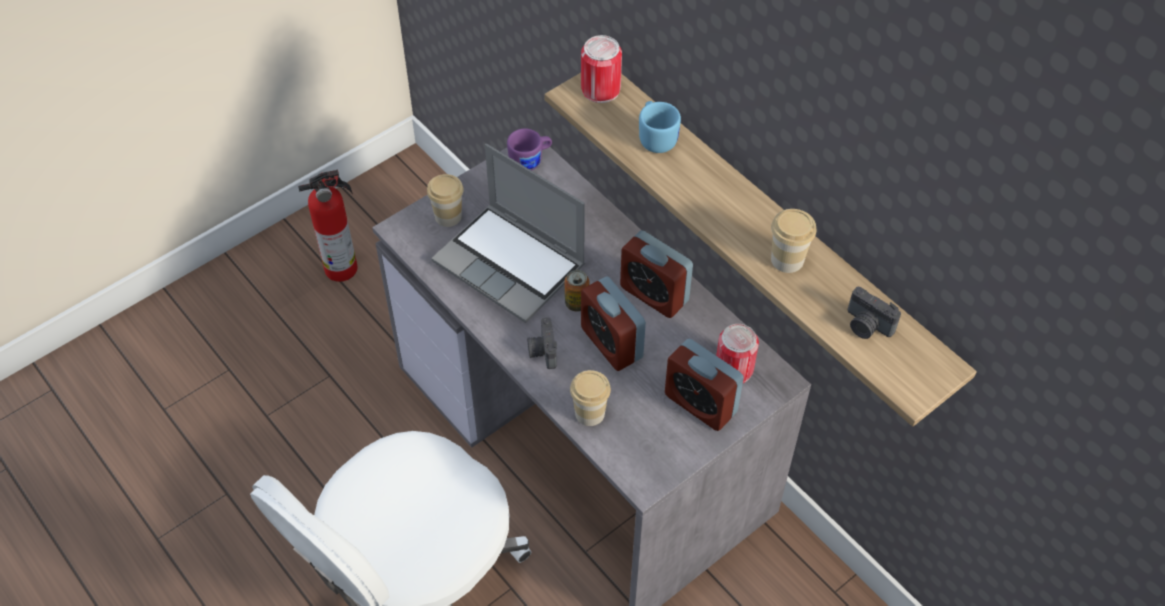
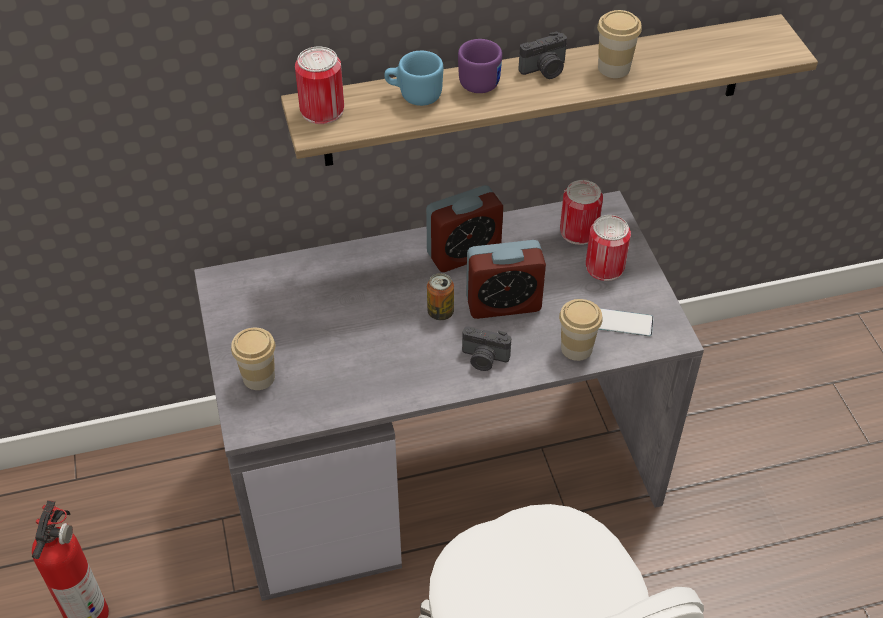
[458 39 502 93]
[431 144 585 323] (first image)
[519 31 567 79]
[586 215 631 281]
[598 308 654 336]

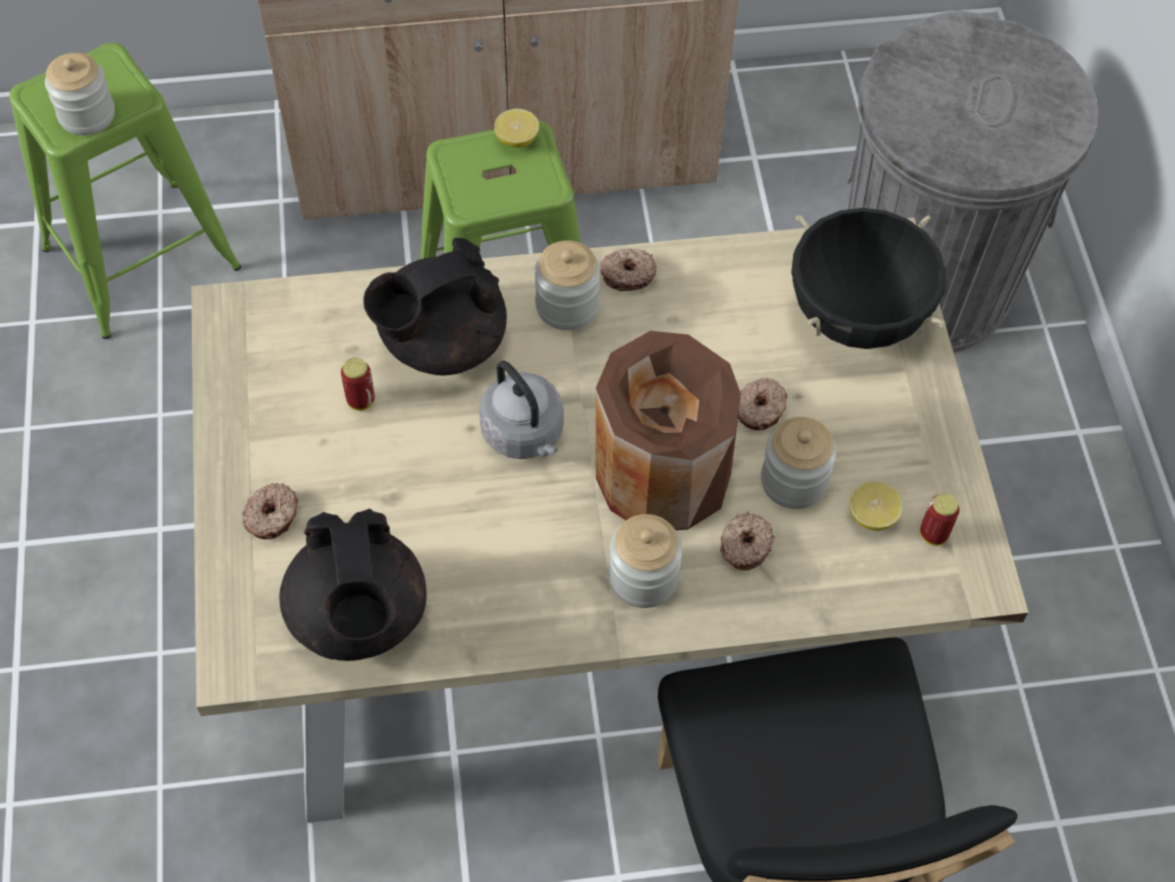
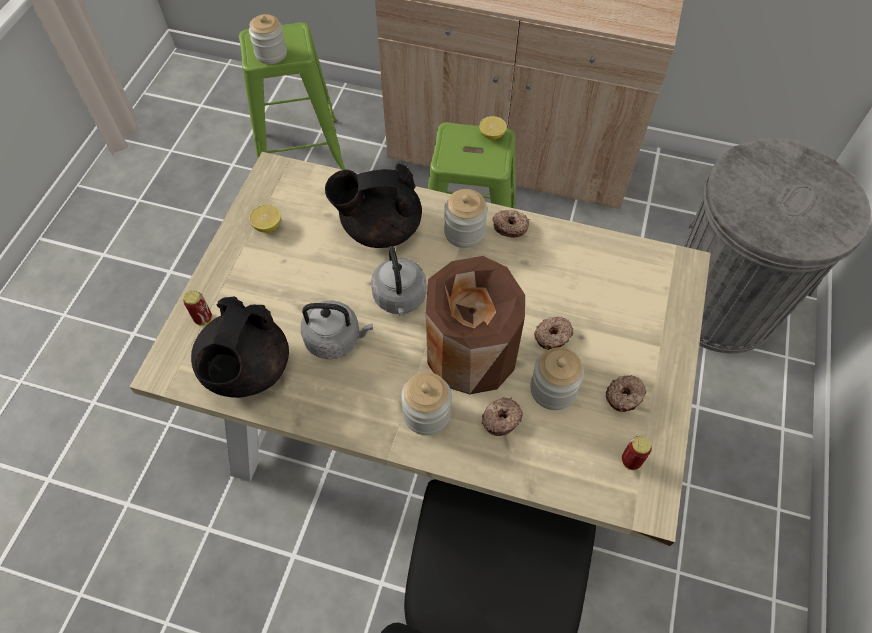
[791 208 946 349] (first image)
[183 290 212 326]
[249 204 281 233]
[606 375 646 412]
[301 300 373 359]

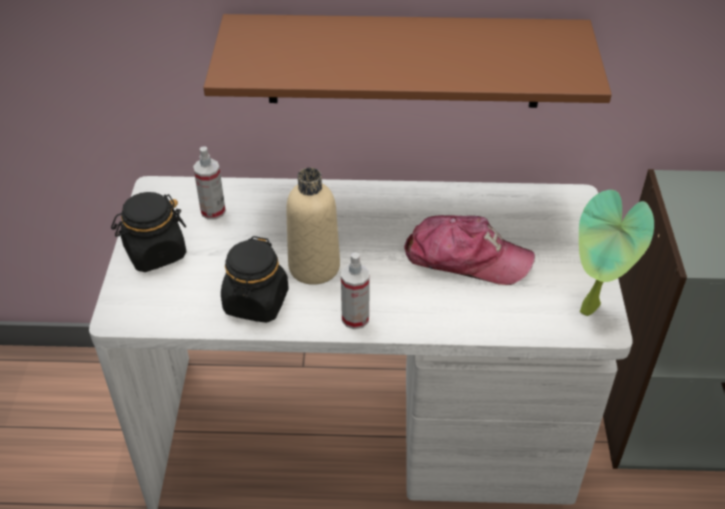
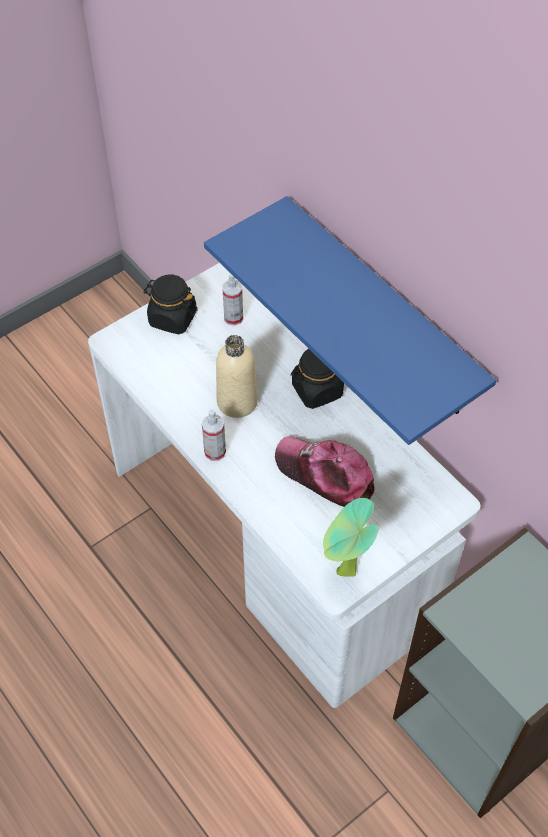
[204 196 496 445]
[275 436 375 507]
[291 349 344 409]

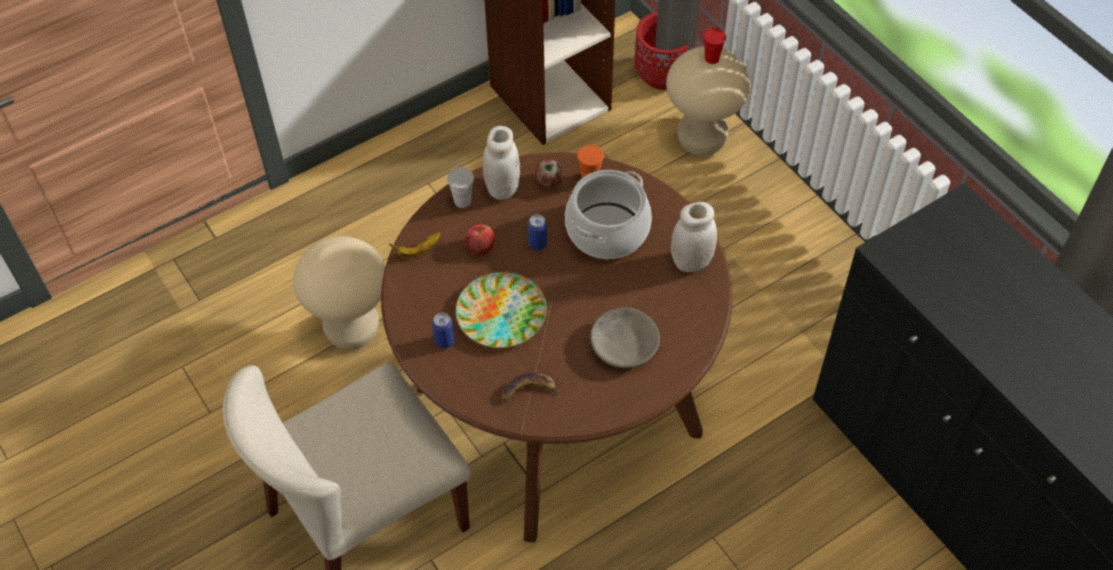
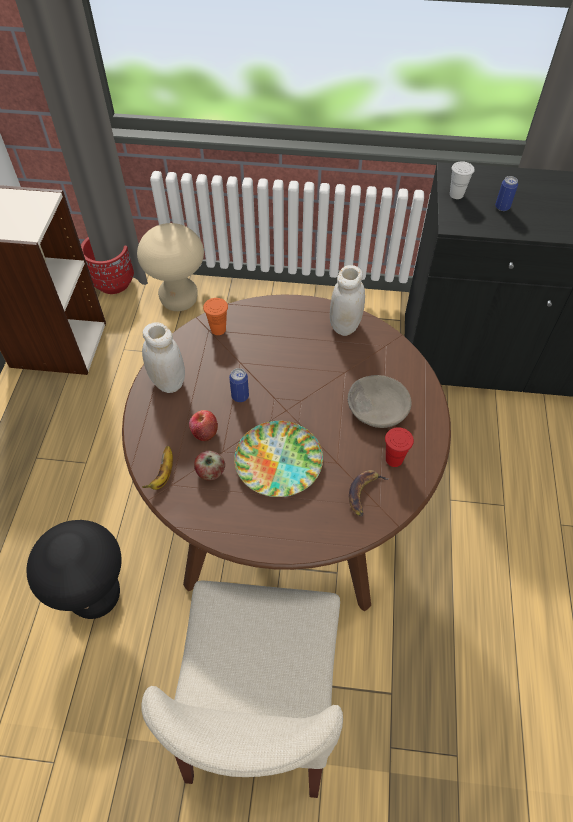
[385 427 414 467]
[194 451 225 481]
[450 161 475 199]
[565 170 652 259] (first image)
[26 520 122 619]
[495 176 518 211]

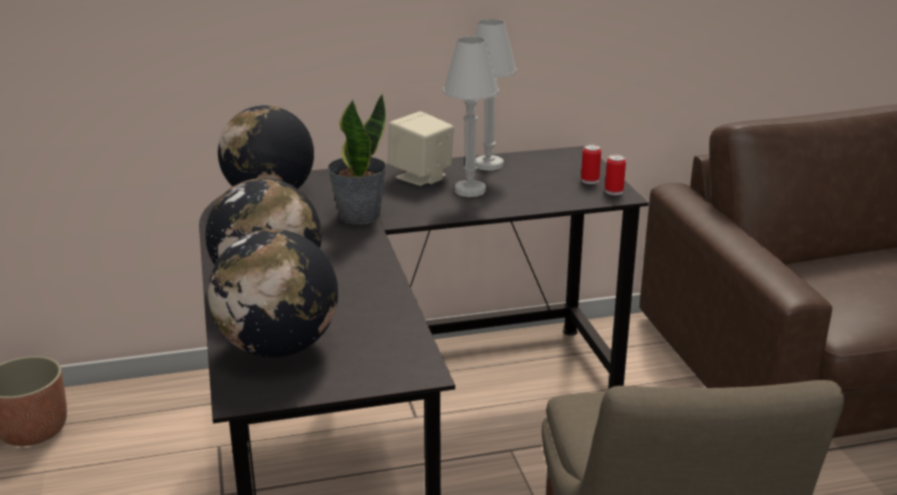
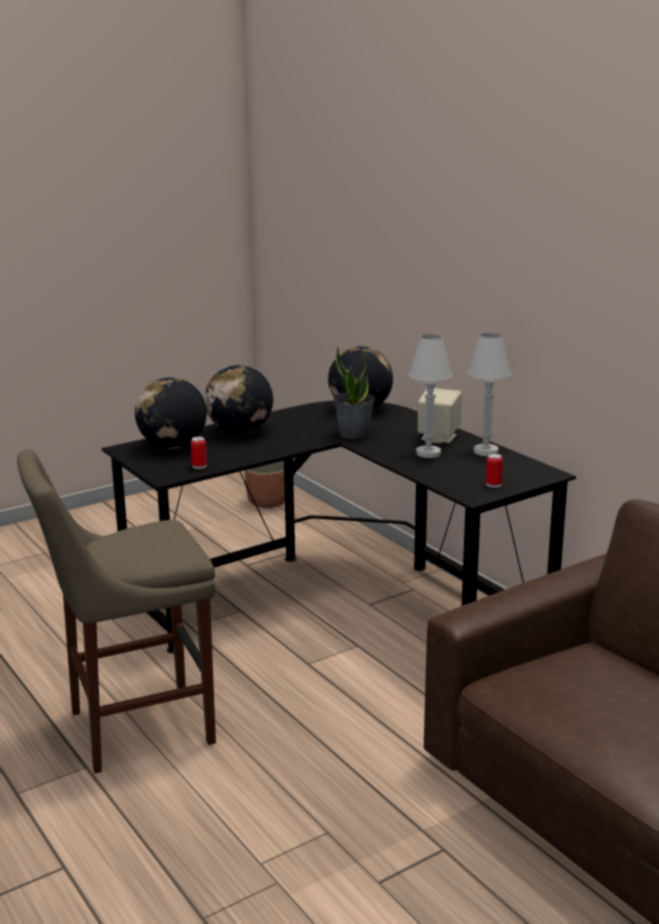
[191 437 207 469]

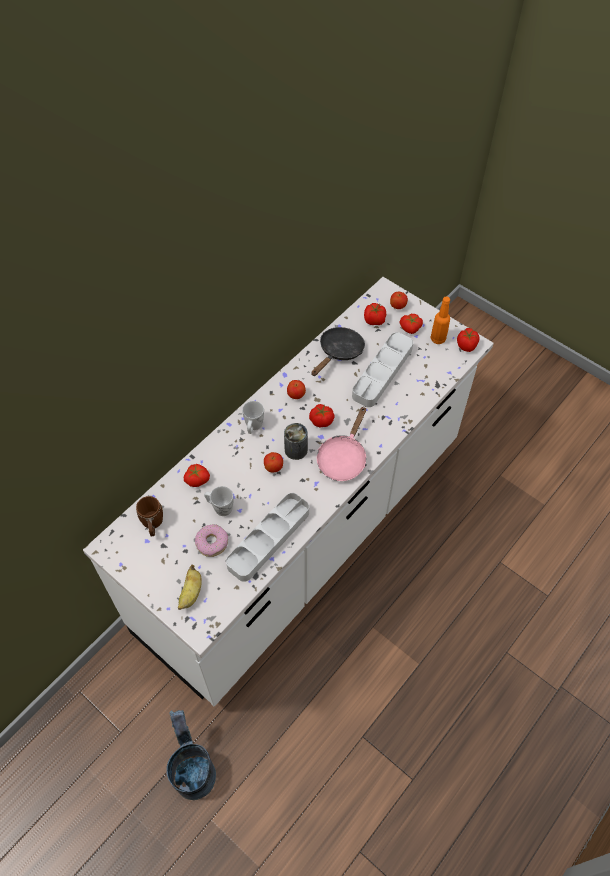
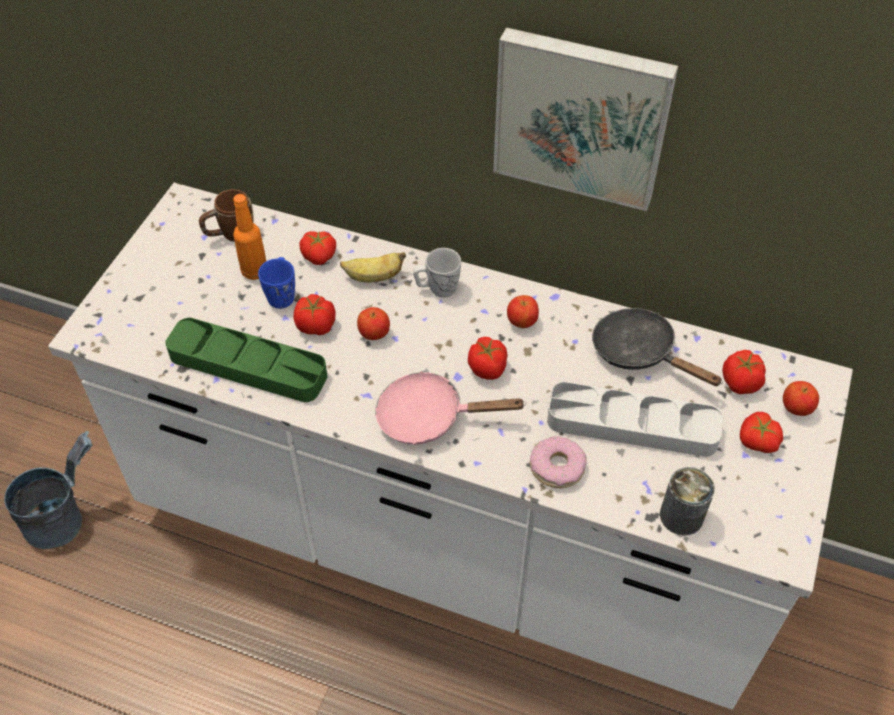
[233 194 266 280]
[592 308 723 386]
[294 294 336 335]
[660 467 715 536]
[258 257 295 309]
[165 318 327 402]
[530 436 587 488]
[340 252 406 282]
[493 27 678 211]

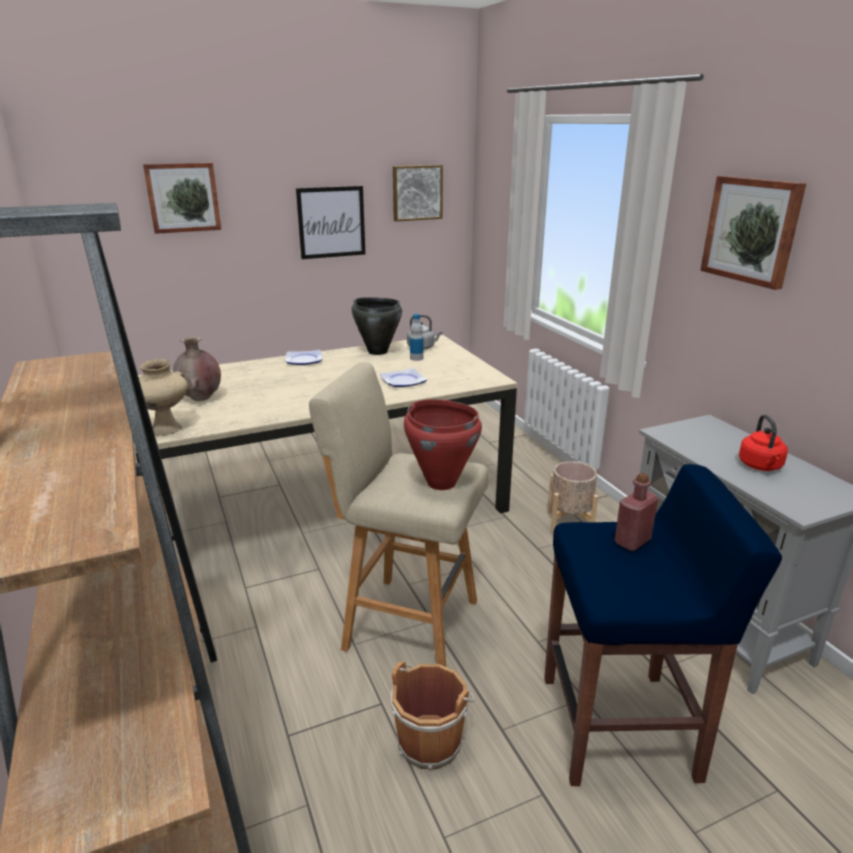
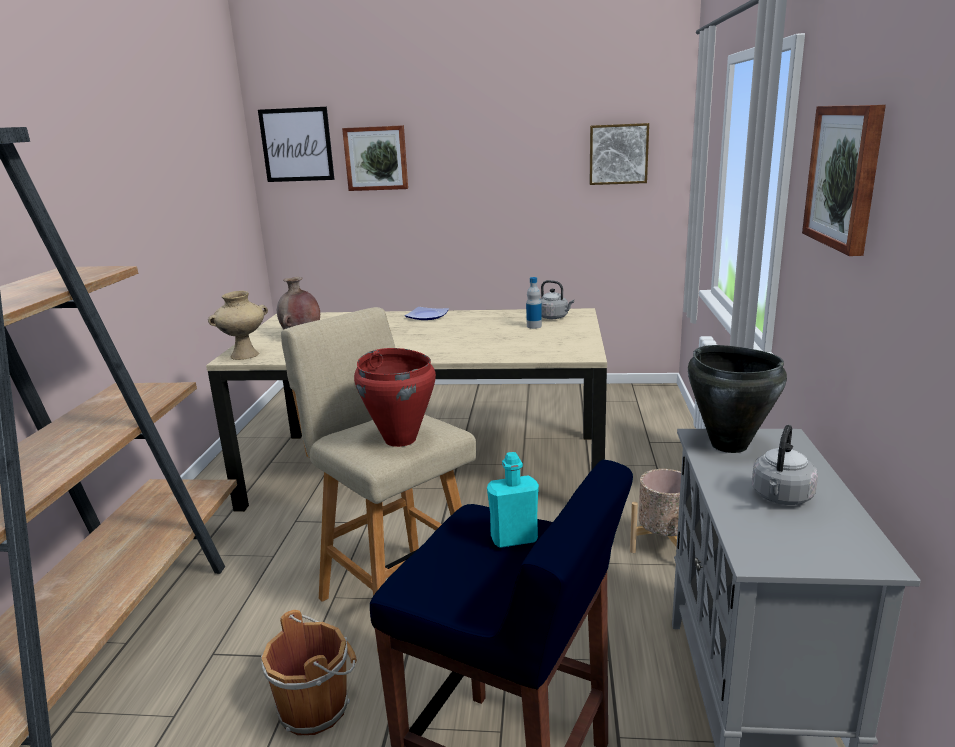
[258 107 335 182]
[688 345 787 453]
[380 368 427 387] (first image)
[752 425 818 505]
[487 452 539 548]

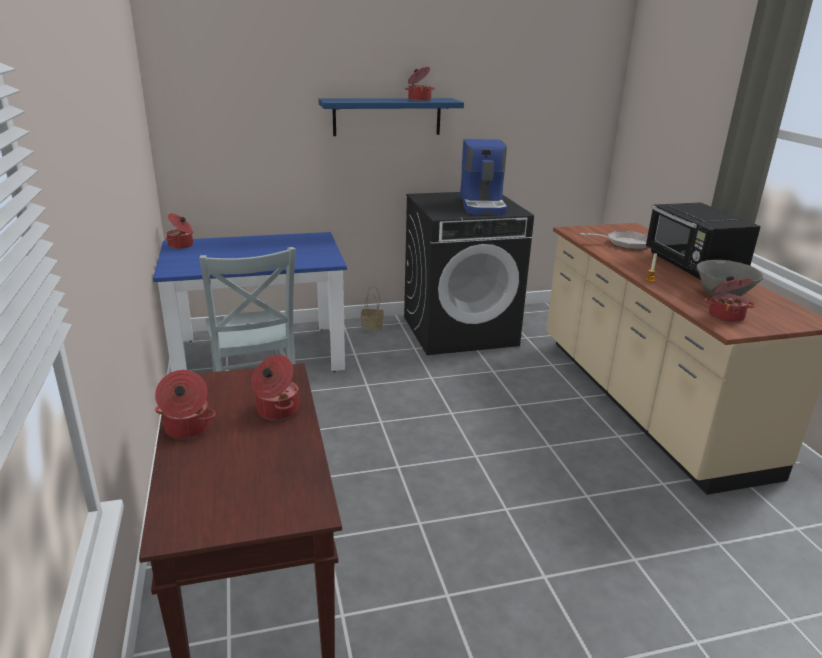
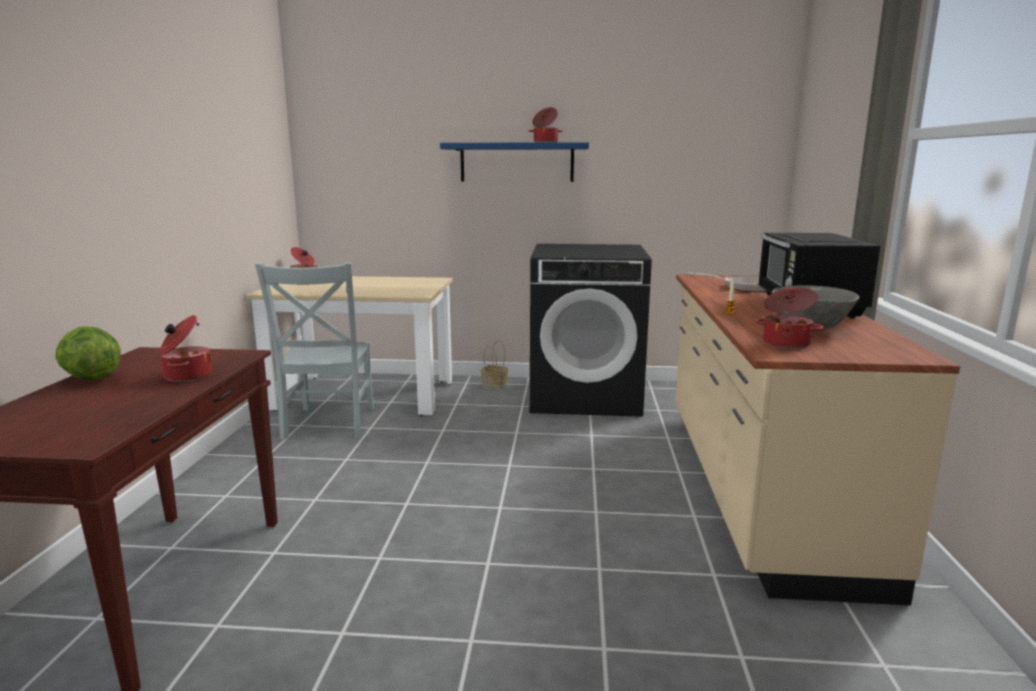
[460 139 507 215] (first image)
[246 276 453 416]
[56 326 121 380]

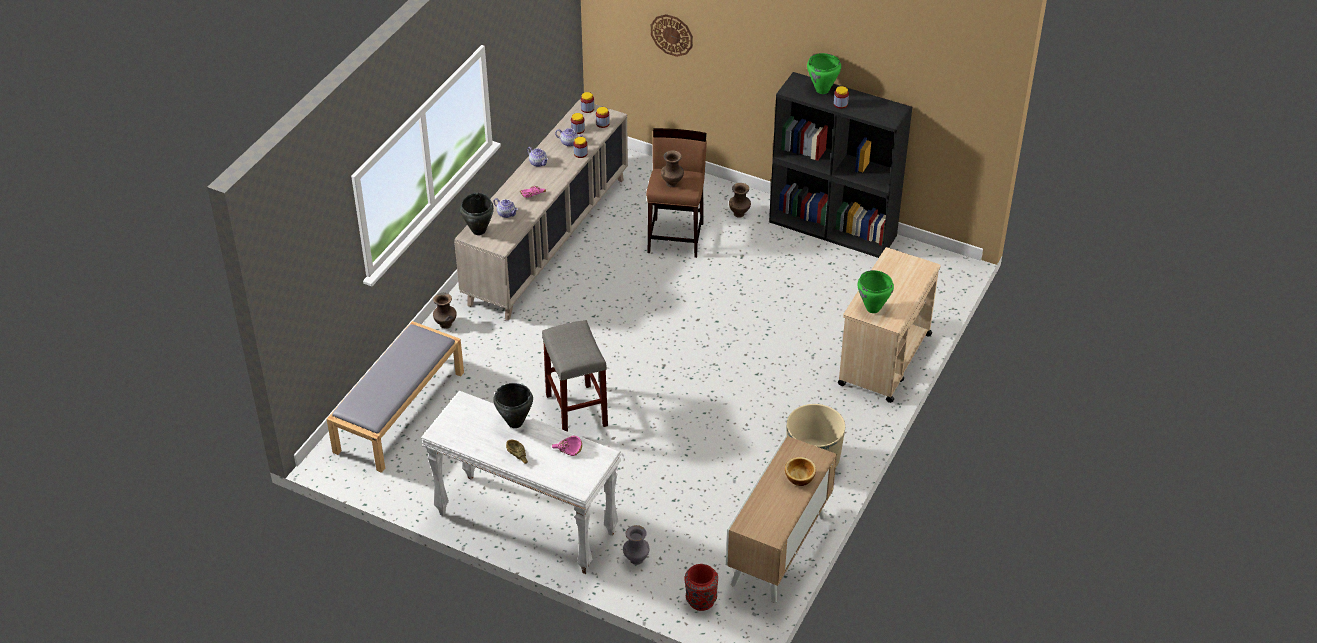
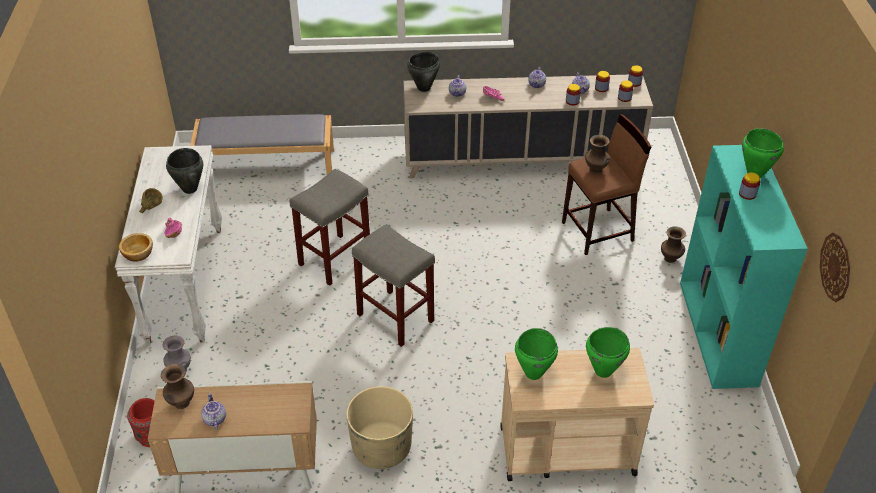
[820 233 850 302]
[680 145 808 389]
[161 364 194 409]
[119 233 153 262]
[352 224 435 347]
[586 327 630 378]
[201 393 226 430]

